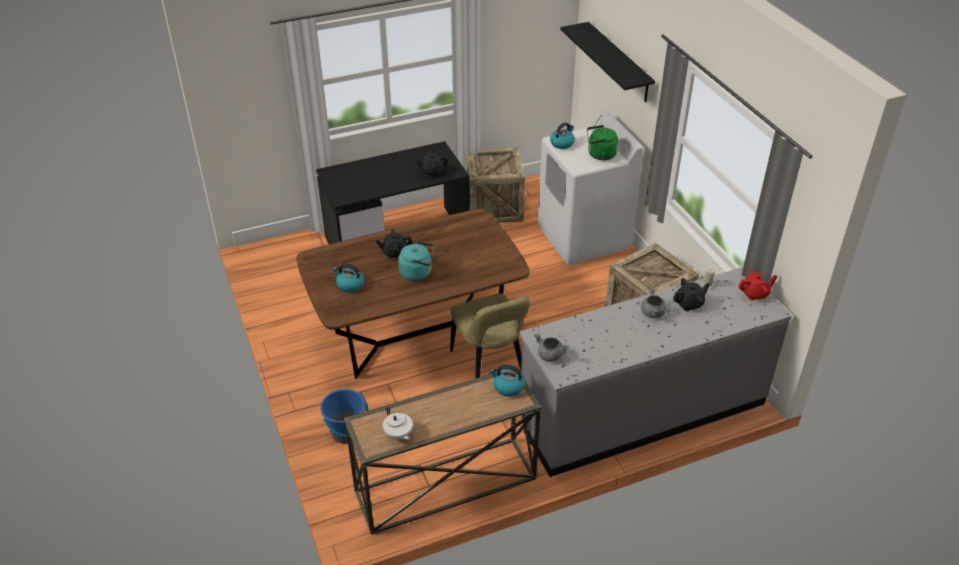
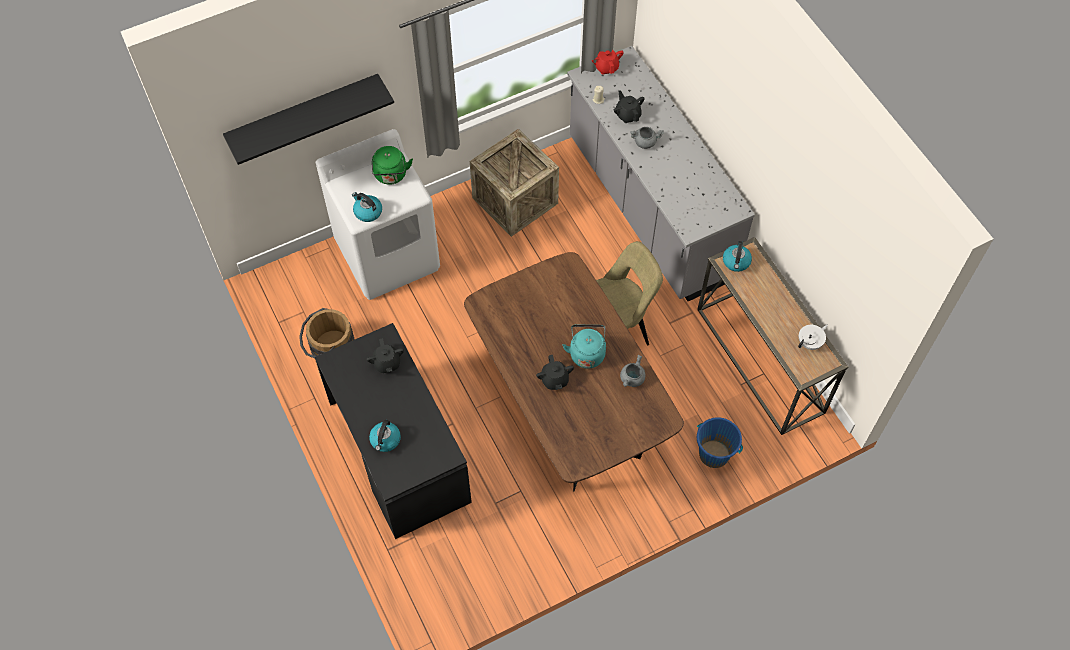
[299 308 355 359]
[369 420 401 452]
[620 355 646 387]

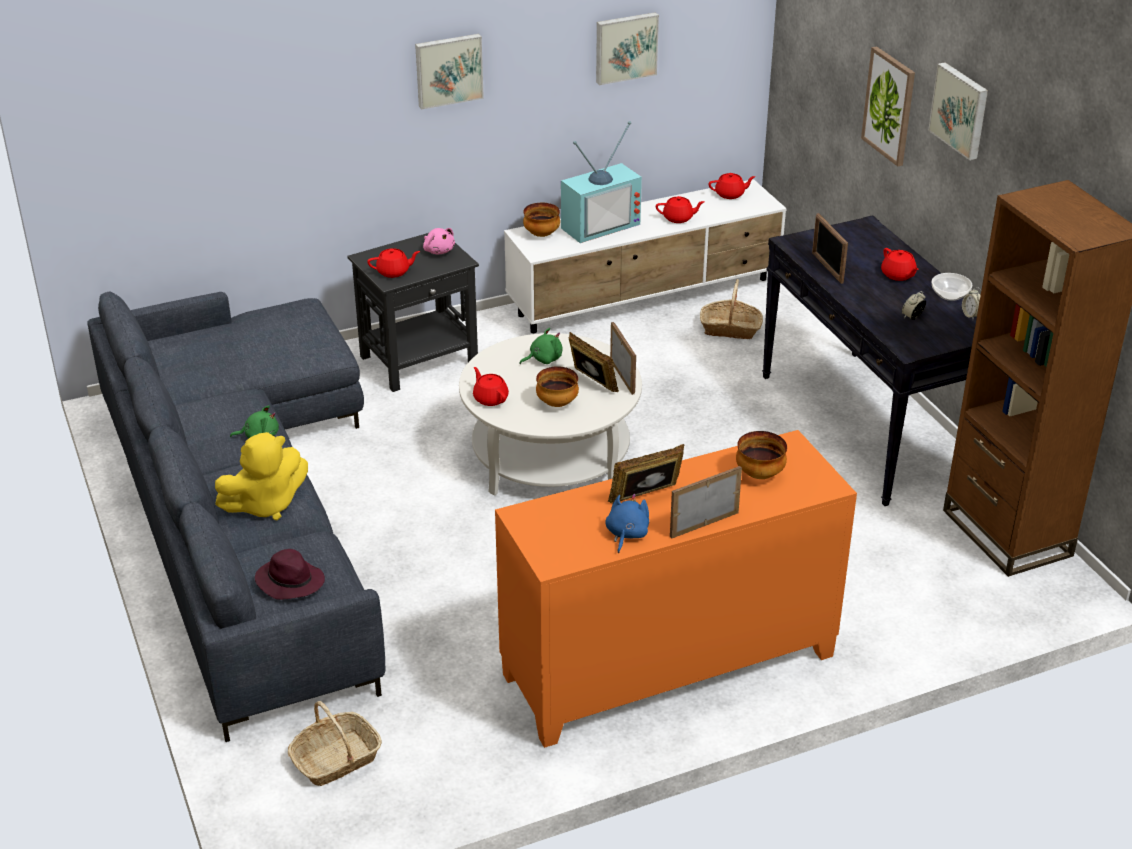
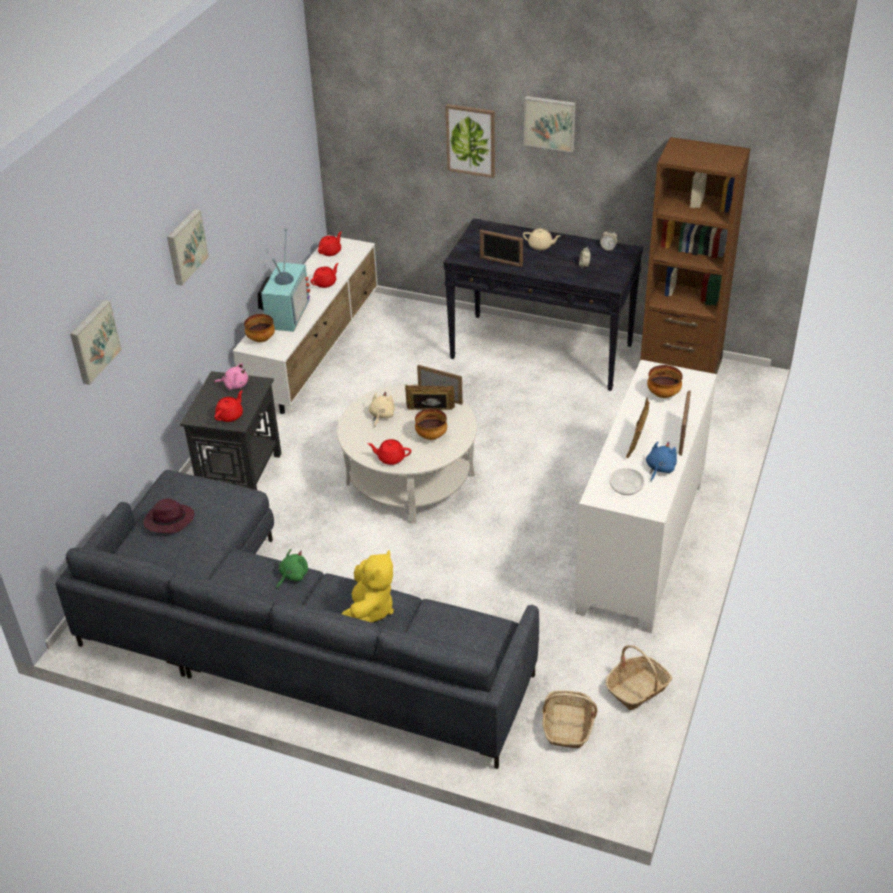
[70 300 122 385]
[523 228 560 250]
[609 468 645 495]
[605 645 672 710]
[368 391 395 427]
[574 360 717 633]
[646 441 677 481]
[144 498 195 533]

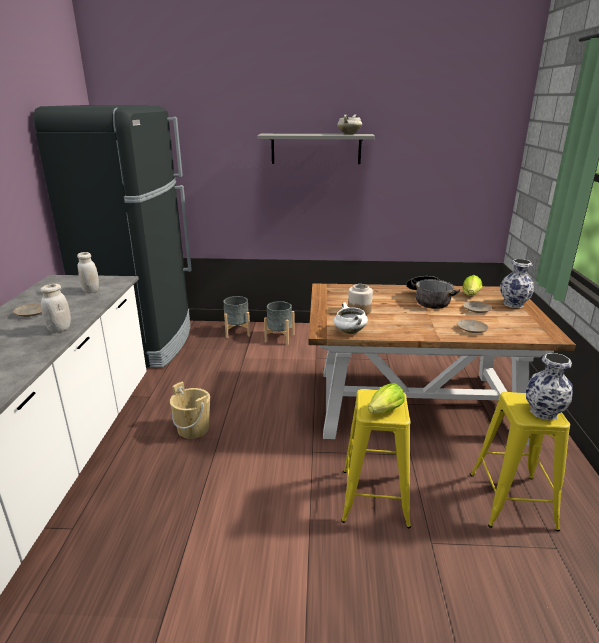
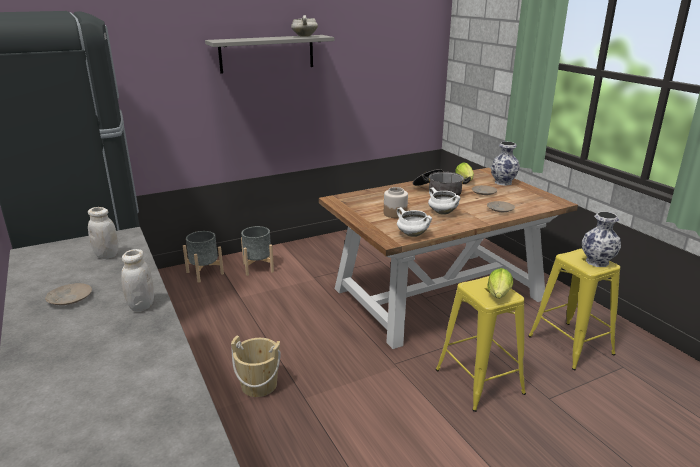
[428 187 460 215]

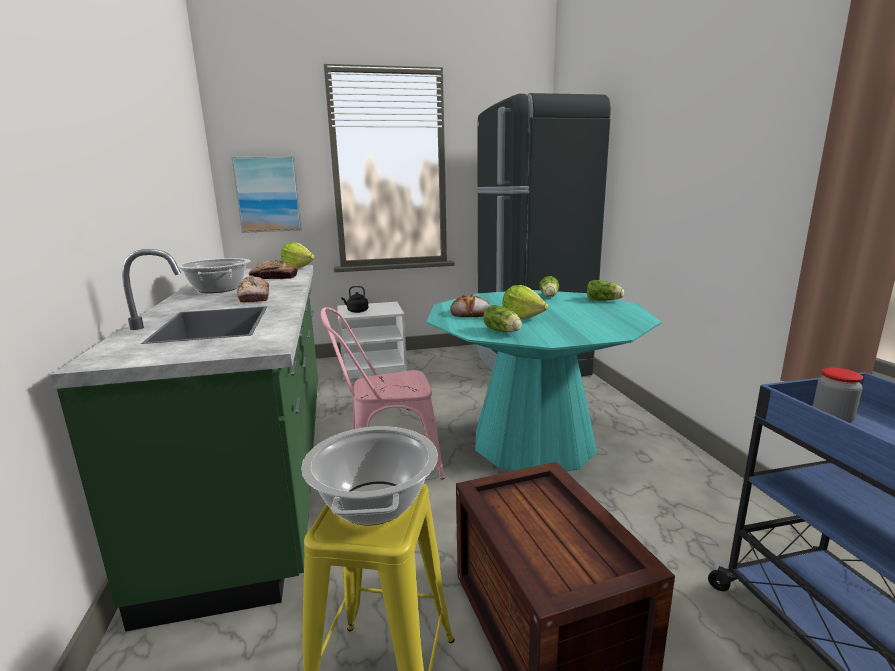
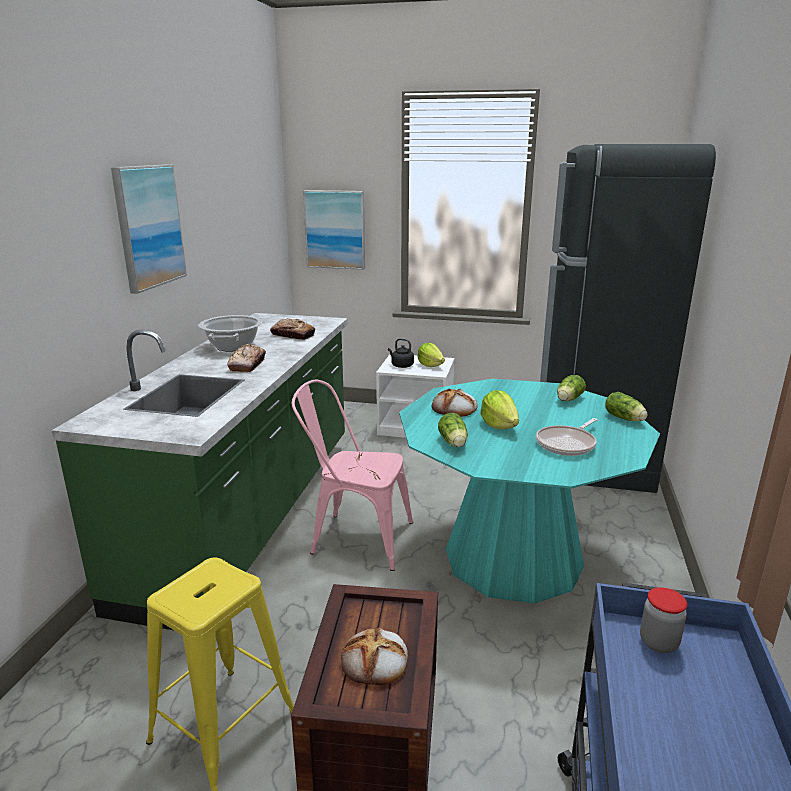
[418 343 445 367]
[301 426 438 525] (first image)
[111 164 187 294]
[536 418 598 456]
[341 628 408 685]

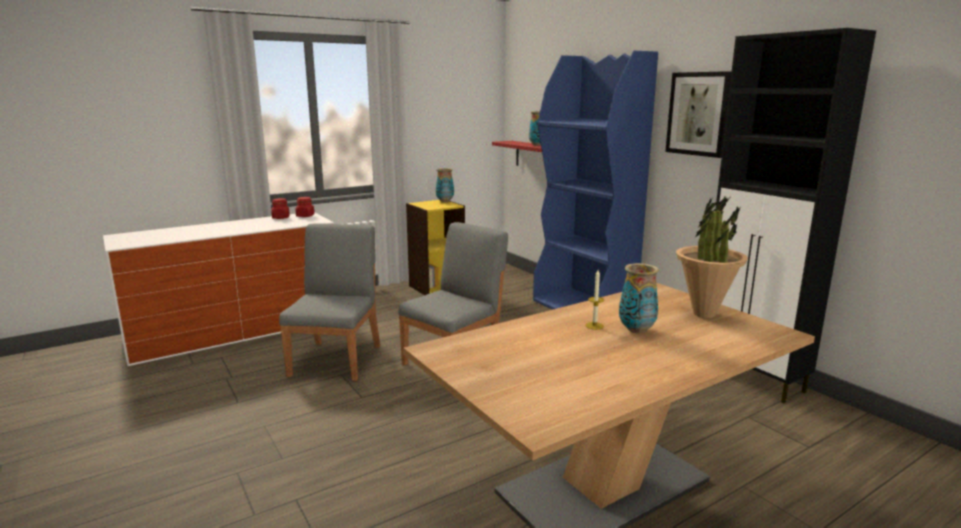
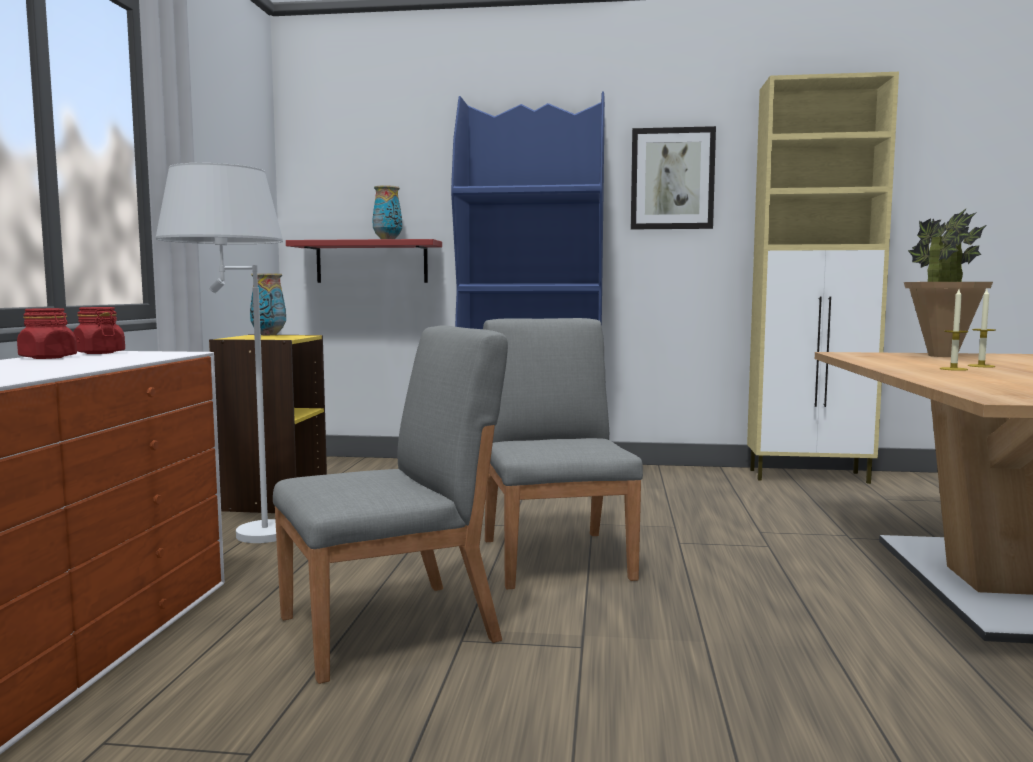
[747 72 899 484]
[273 325 508 684]
[968 289 996 367]
[156 163 283 543]

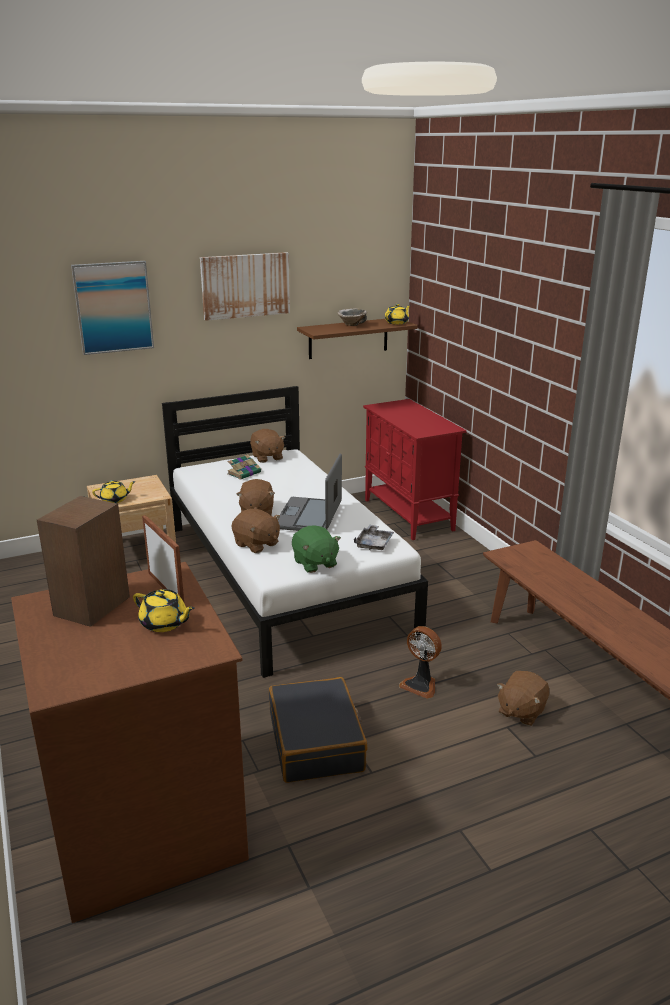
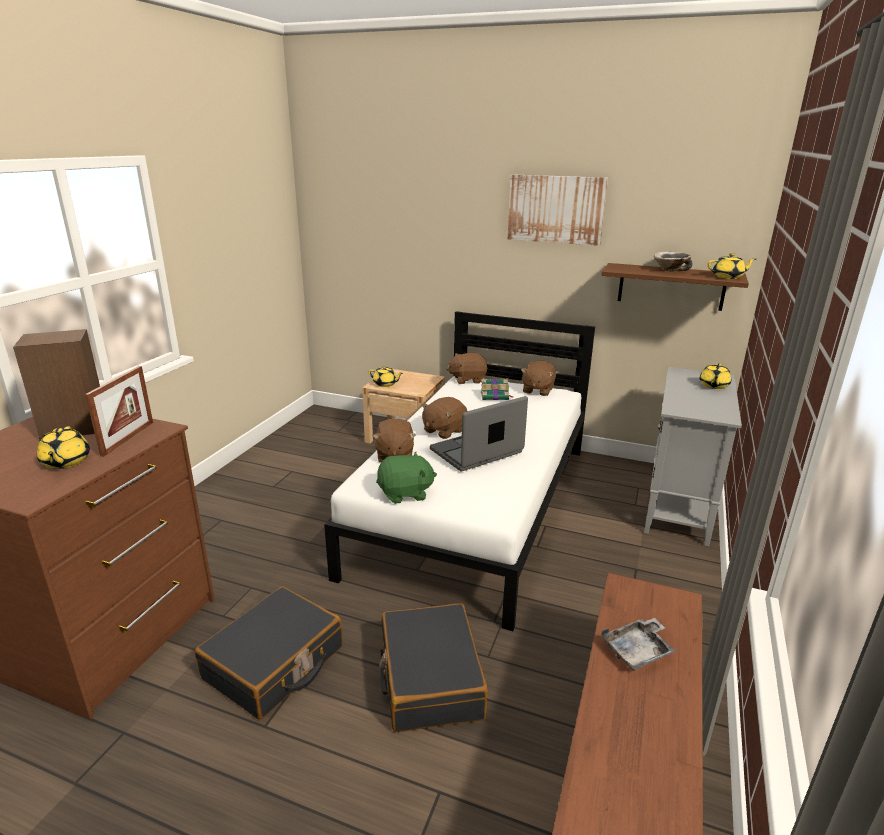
[71 261 154 355] (first image)
[644 367 742 546]
[376 452 437 504]
[601 618 676 671]
[379 603 488 732]
[446 353 487 384]
[700 363 731 389]

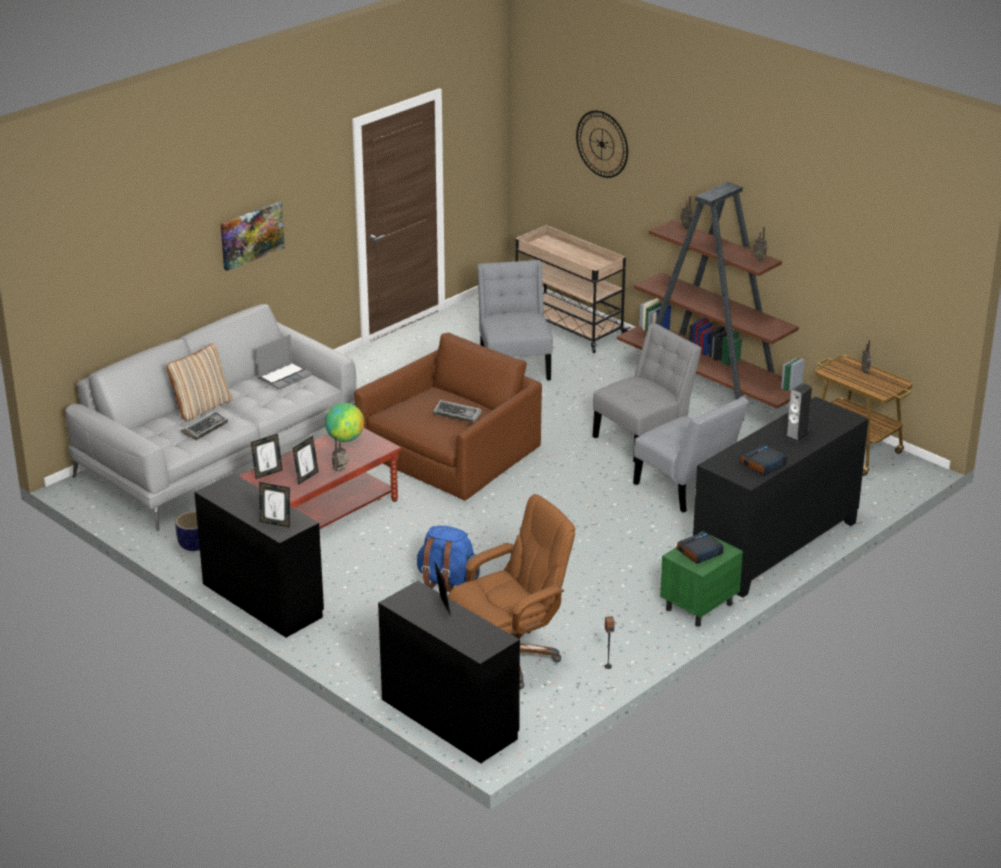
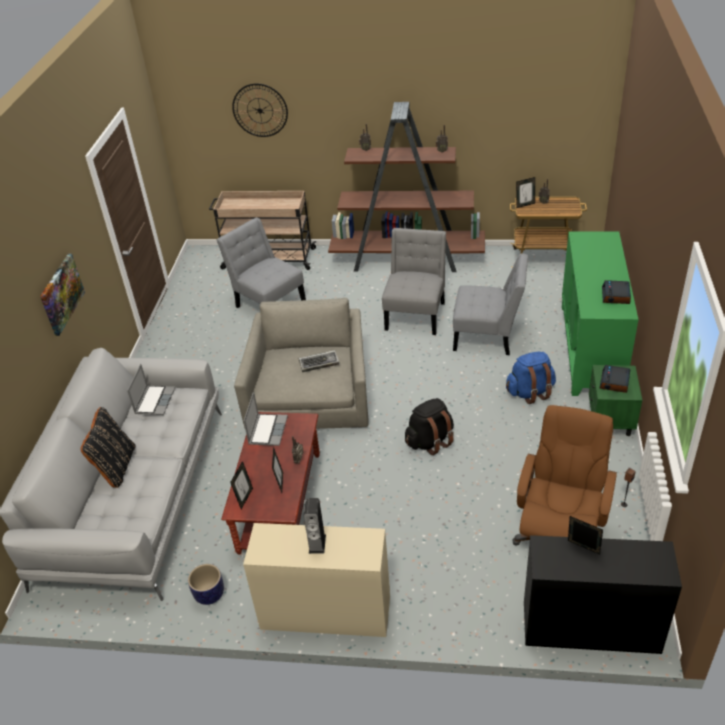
[234 298 369 429]
[81 407 135 488]
[304 498 326 554]
[562 231 639 396]
[244 391 288 446]
[181 411 228 440] (first image)
[243 523 390 637]
[516 177 535 208]
[506 352 556 404]
[405 398 454 455]

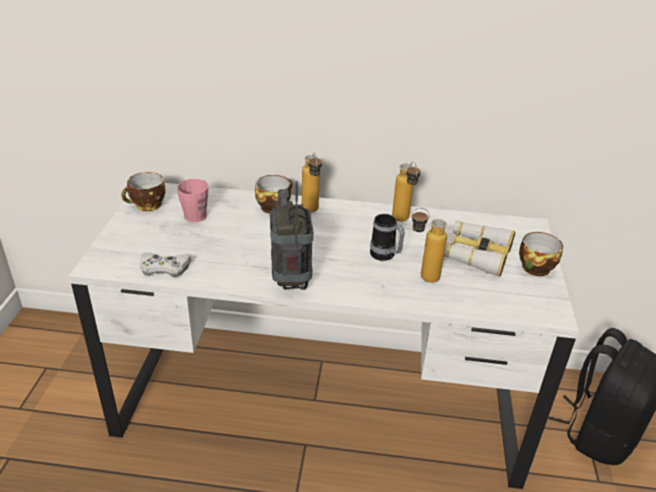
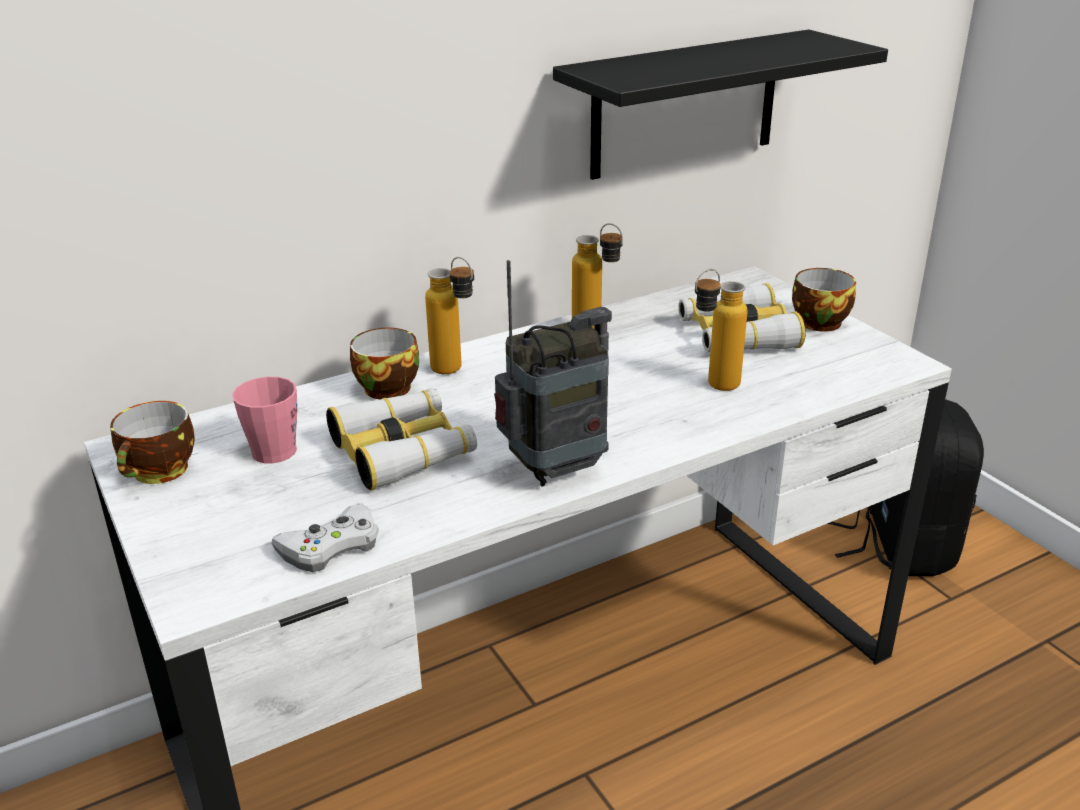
[494 260 612 487]
[370 214 405 261] (first image)
[553 30 888 180]
[326 388 477 490]

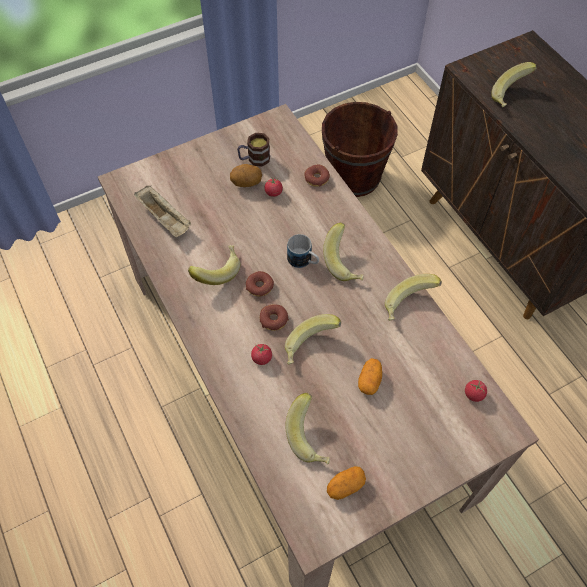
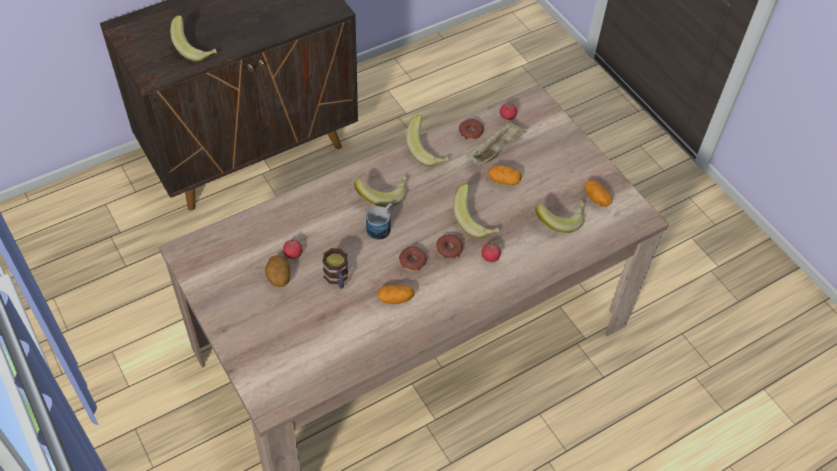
[322 102 398 197] (first image)
[323 248 348 289]
[459 119 484 140]
[467 121 527 166]
[377 285 414 304]

